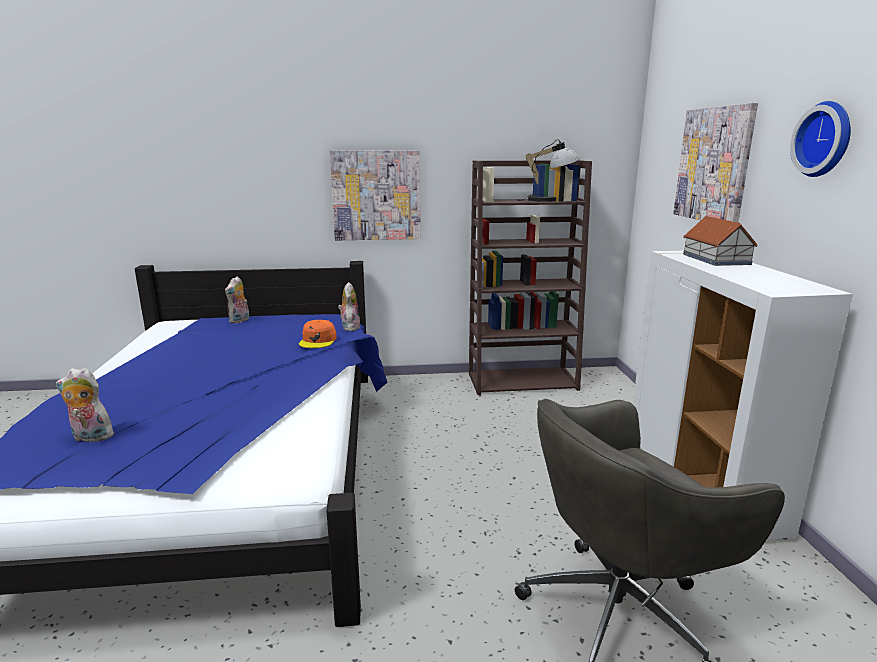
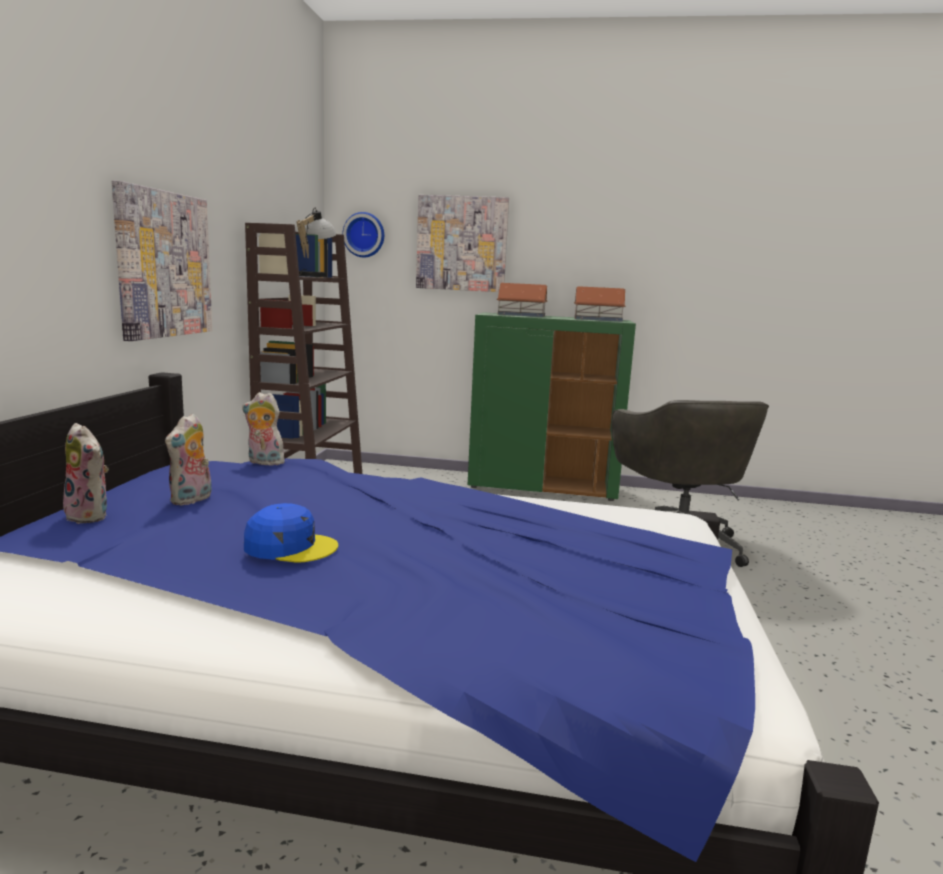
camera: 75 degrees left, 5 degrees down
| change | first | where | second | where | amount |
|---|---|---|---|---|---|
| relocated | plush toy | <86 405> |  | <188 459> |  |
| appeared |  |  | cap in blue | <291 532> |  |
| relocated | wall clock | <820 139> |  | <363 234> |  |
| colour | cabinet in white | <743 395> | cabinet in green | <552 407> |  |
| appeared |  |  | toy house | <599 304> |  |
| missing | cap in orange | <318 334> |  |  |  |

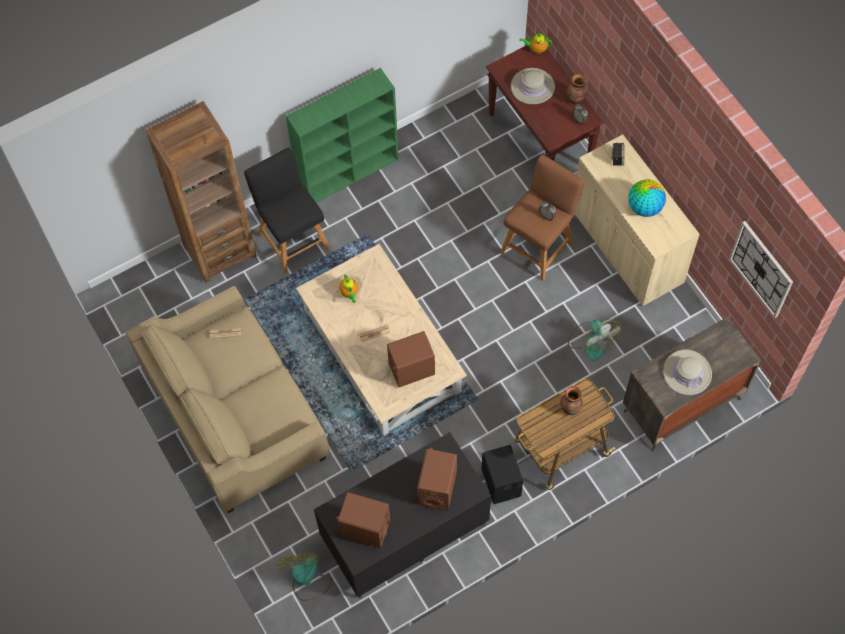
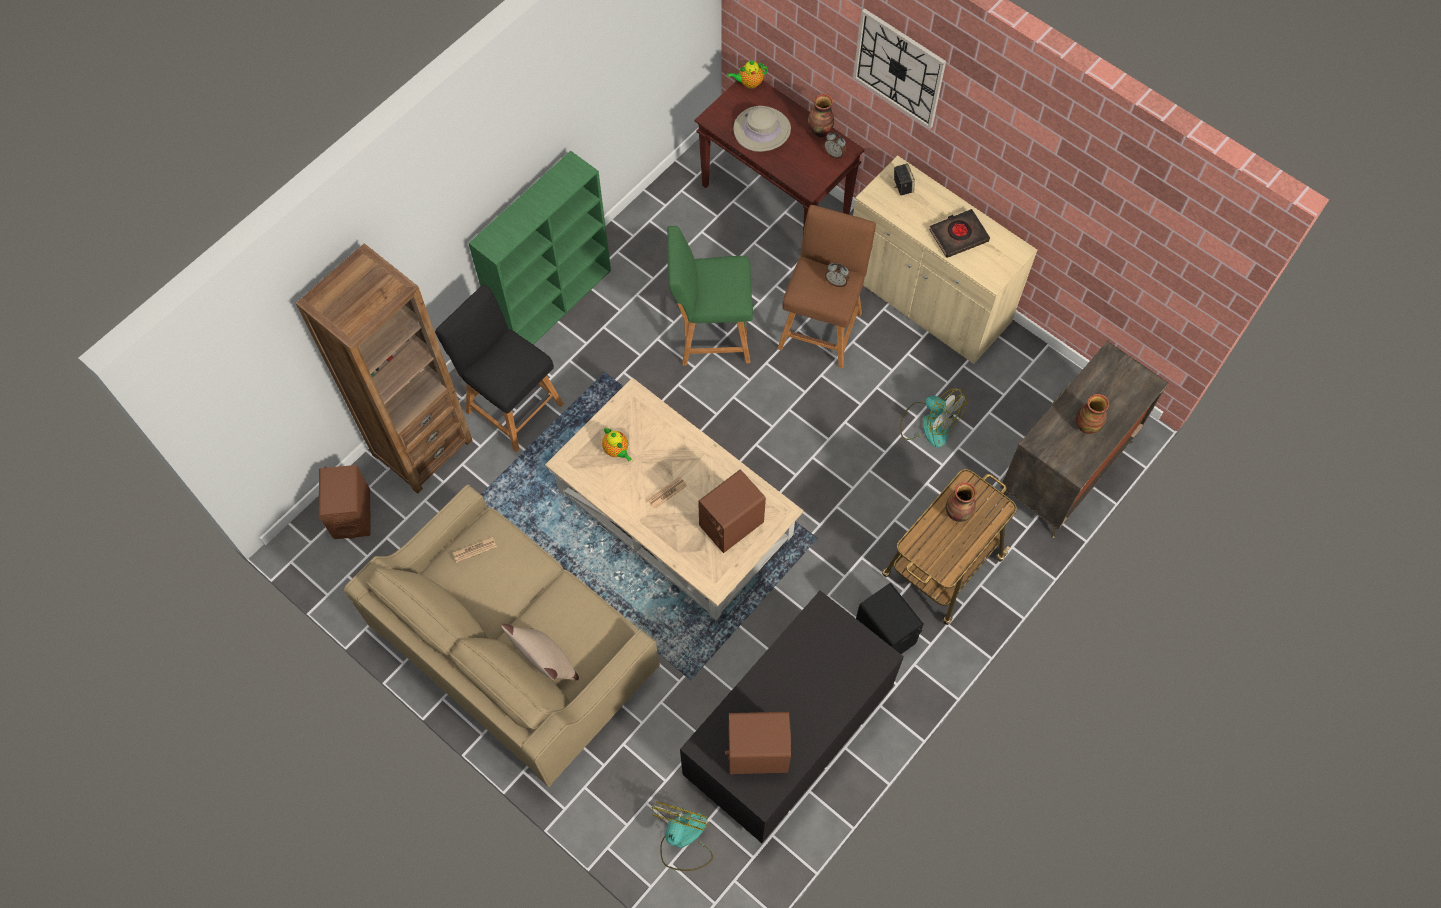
camera: 20 degrees left, 0 degrees up
| change | first | where | second | where | amount |
|---|---|---|---|---|---|
| relocated | speaker in brown | <437 479> |  | <345 502> |  |
| appeared |  |  | pillow in beige | <540 652> |  |
| spun | fan | <304 577> |  | <682 836> | 45 degrees clockwise |
| appeared |  |  | stool in green | <710 296> |  |
| relocated | wall clock | <761 269> |  | <899 68> |  |
| exchanged | globe | <647 198> | book in black | <959 233> |  |
| exchanged | hat in beige | <687 372> | vase | <1092 414> |  |

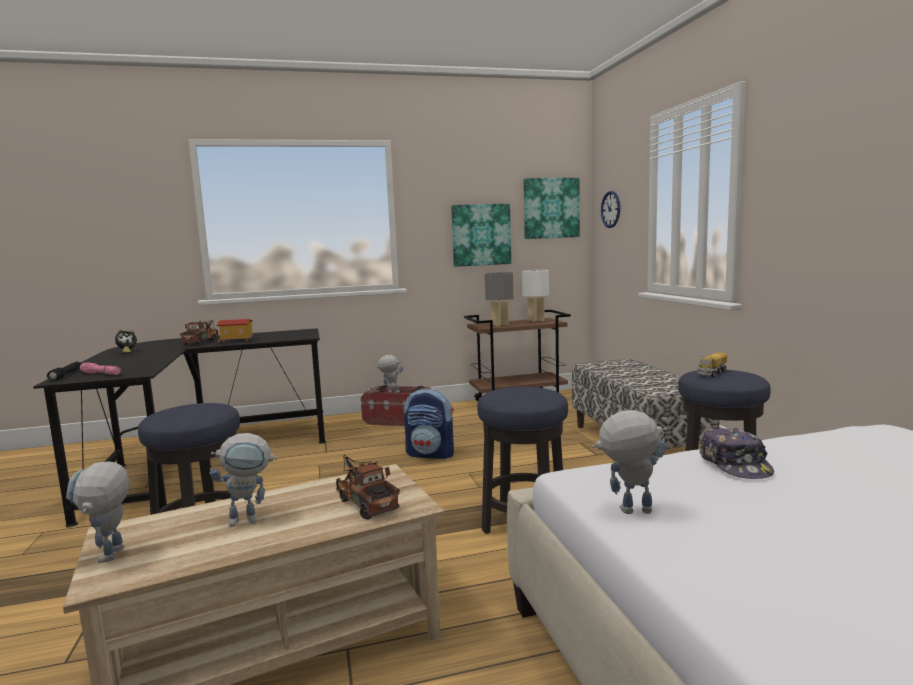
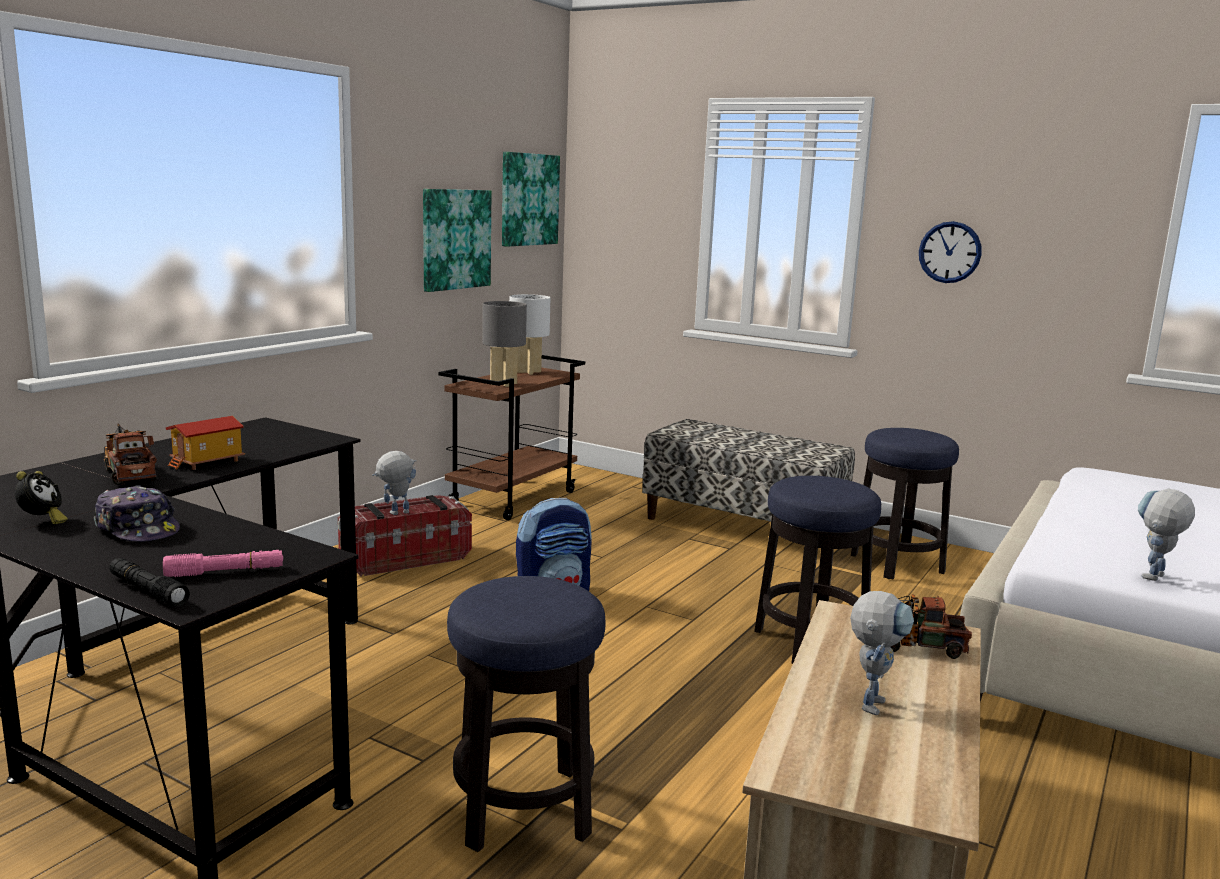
camera: 45 degrees left, 5 degrees up
| change | first | where | second | where | amount |
|---|---|---|---|---|---|
| relocated | cap | <737 453> |  | <137 513> |  |
| relocated | wall clock | <610 209> |  | <950 252> |  |
| missing | toy robot | <98 512> |  |  |  |
| missing | toy truck | <712 364> |  |  |  |

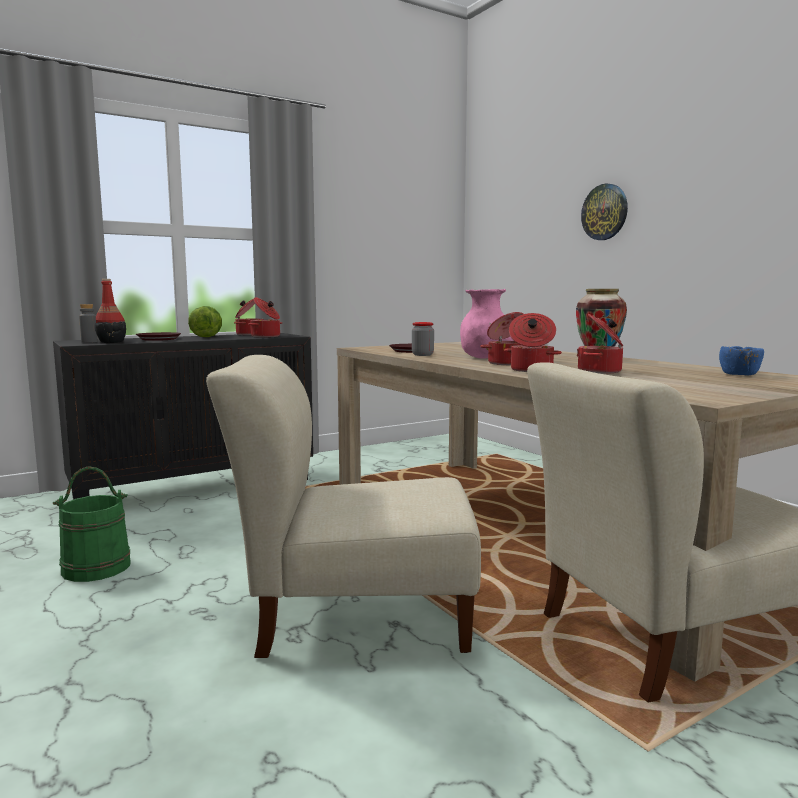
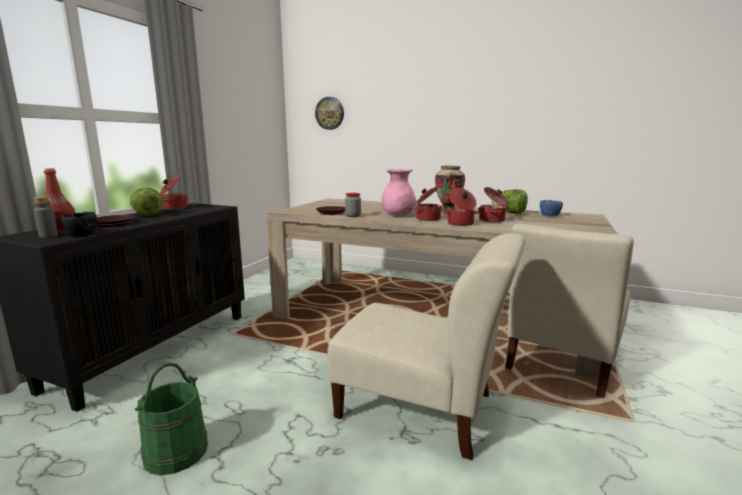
camera: 35 degrees left, 5 degrees up
| change | first | where | second | where | amount |
|---|---|---|---|---|---|
| relocated | wall clock | <604 212> |  | <329 113> |  |
| spun | chair in beige | <343 506> |  | <426 347> | 120 degrees counterclockwise |
| appeared |  |  | lettuce | <510 201> |  |
| missing | cooking pot | <265 317> |  |  |  |

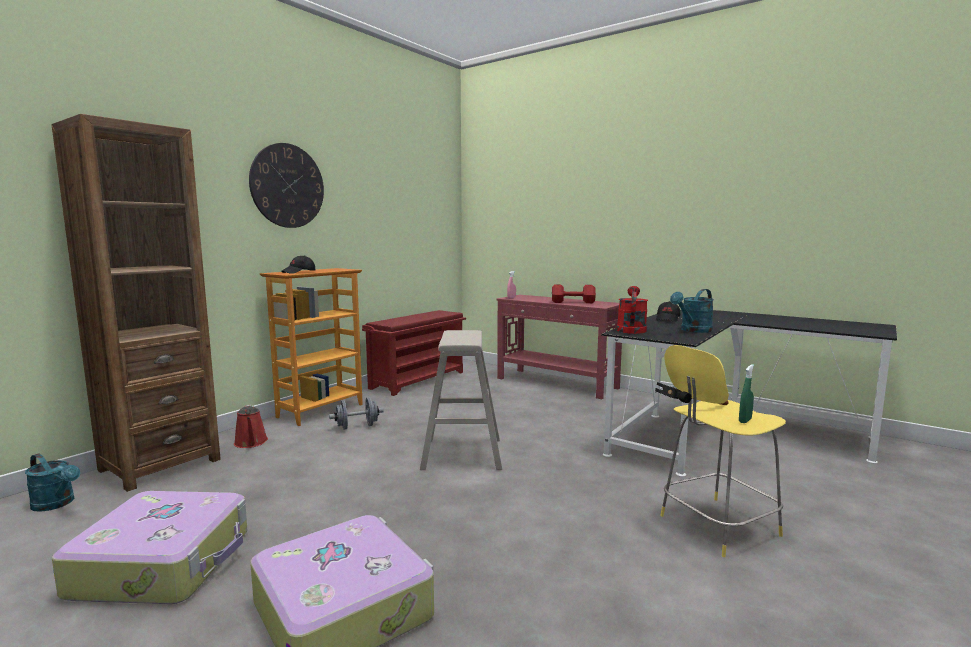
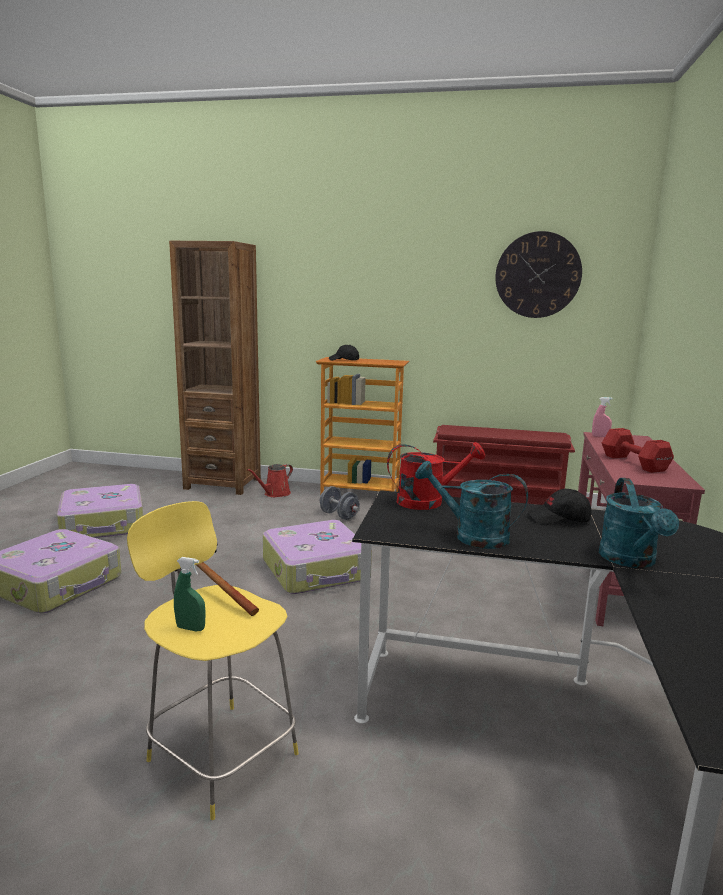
camera: 65 degrees right, 5 degrees up
| change | first | where | second | where | amount |
|---|---|---|---|---|---|
| exchanged | stool in beige | <461 400> | suitcase | <317 557> |  |
| relocated | wall clock | <286 185> |  | <538 274> |  |
| relocated | watering can in turquoise | <52 483> |  | <639 523> |  |

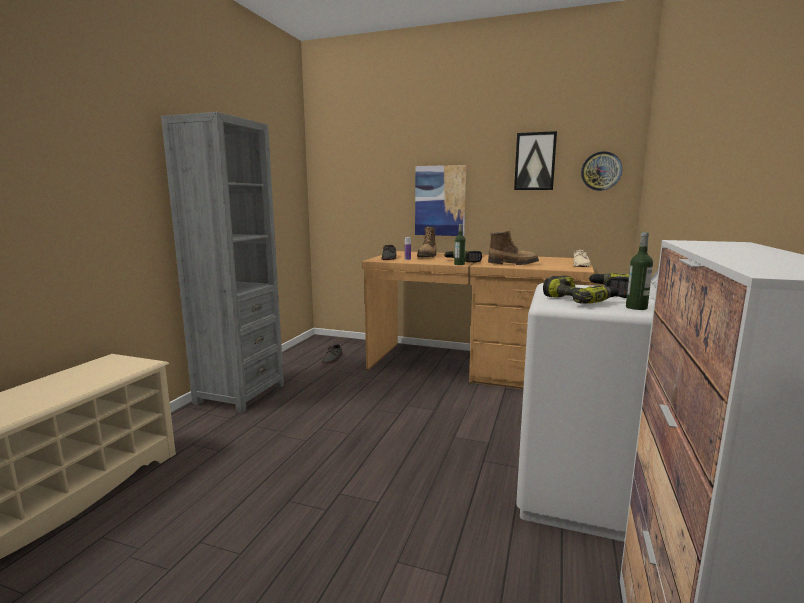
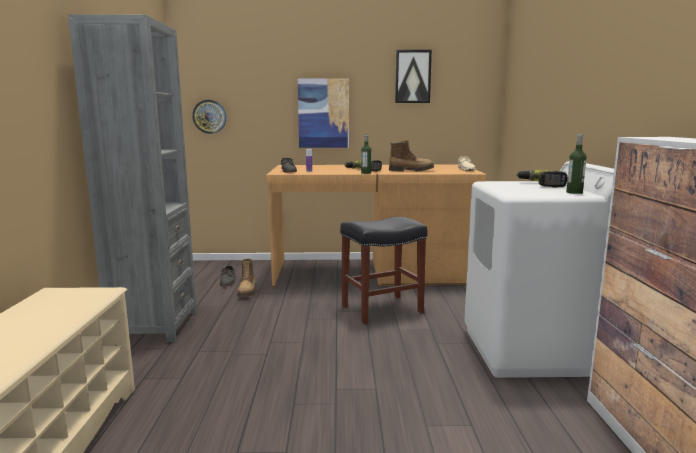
camera: 20 degrees left, 0 degrees up
| change | first | where | second | where | amount |
|---|---|---|---|---|---|
| relocated | wall clock | <601 171> |  | <209 117> |  |
| relocated | boot | <426 242> |  | <246 278> |  |
| appeared |  |  | stool in black | <384 270> |  |
| missing | power drill | <581 290> |  |  |  |

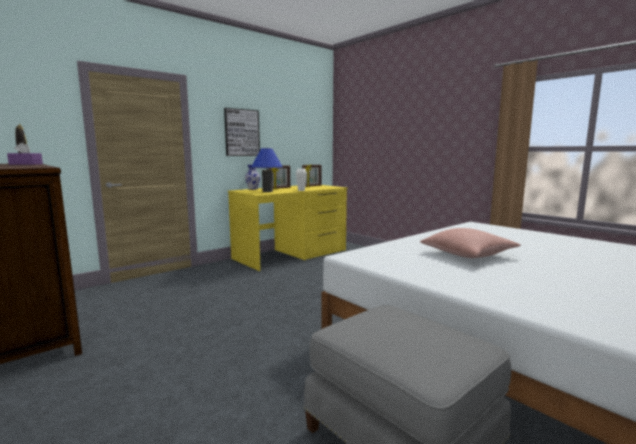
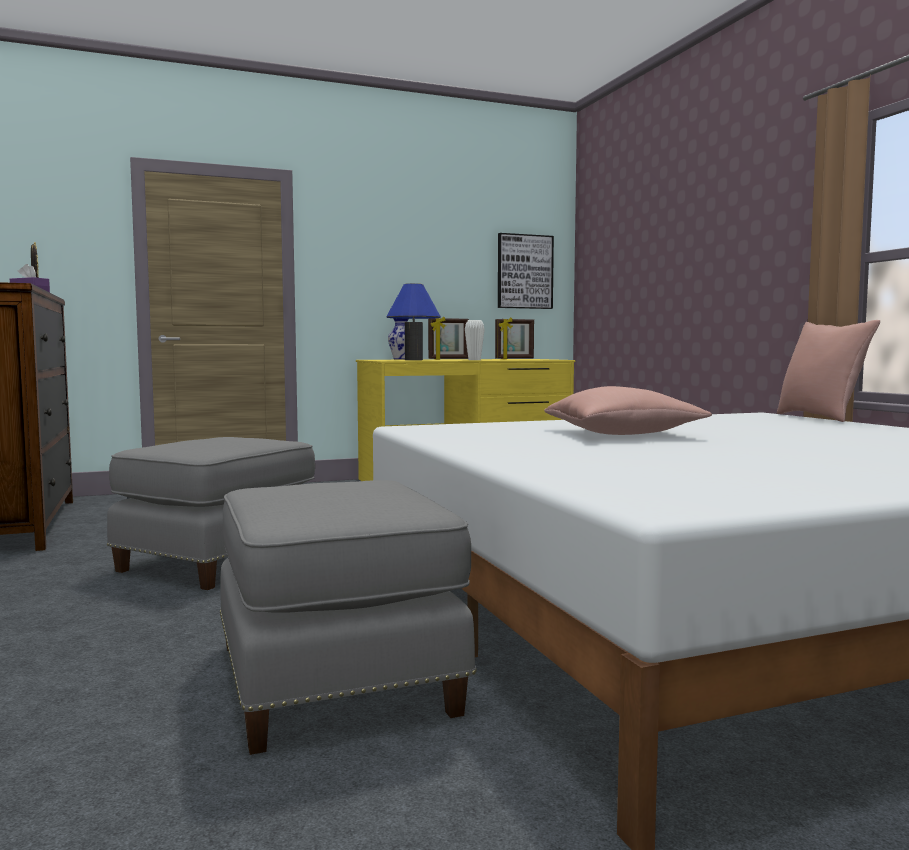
camera: 20 degrees right, 5 degrees down
| change | first | where | second | where | amount |
|---|---|---|---|---|---|
| appeared |  |  | ottoman in grey | <211 513> |  |
| relocated | picture | <242 132> |  | <526 271> |  |
| appeared |  |  | pillow in pink | <828 371> |  |

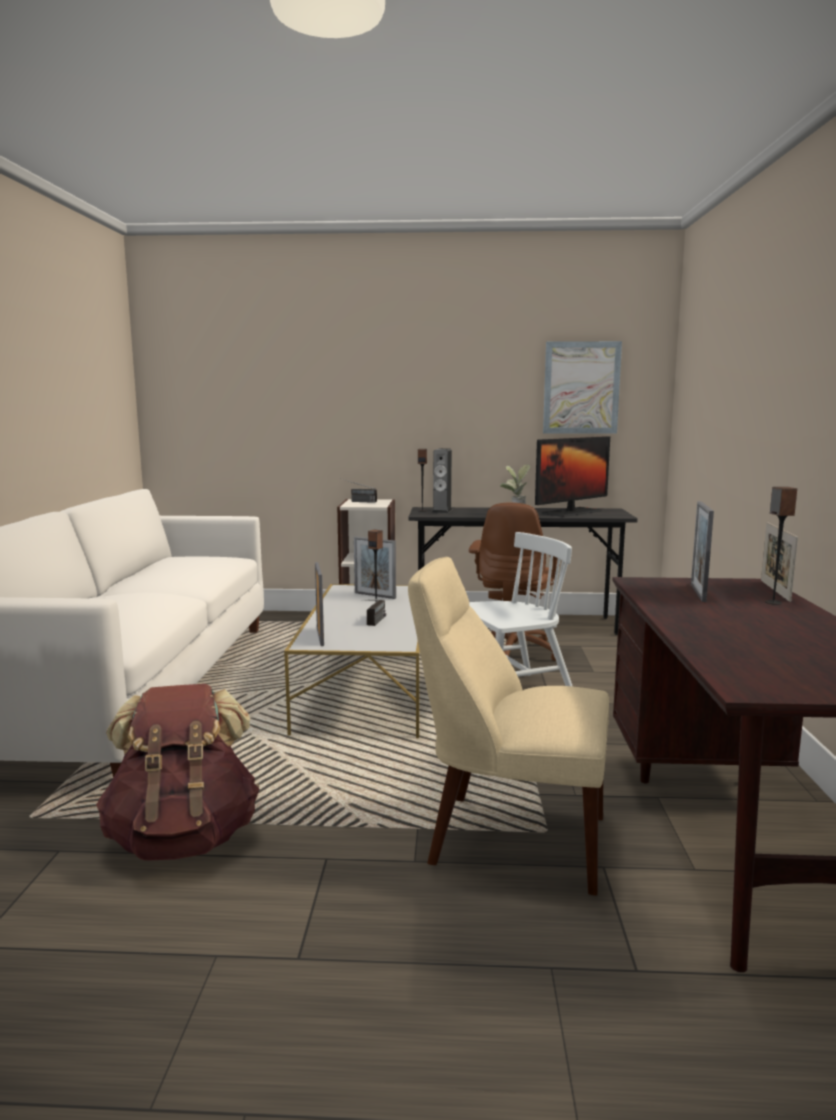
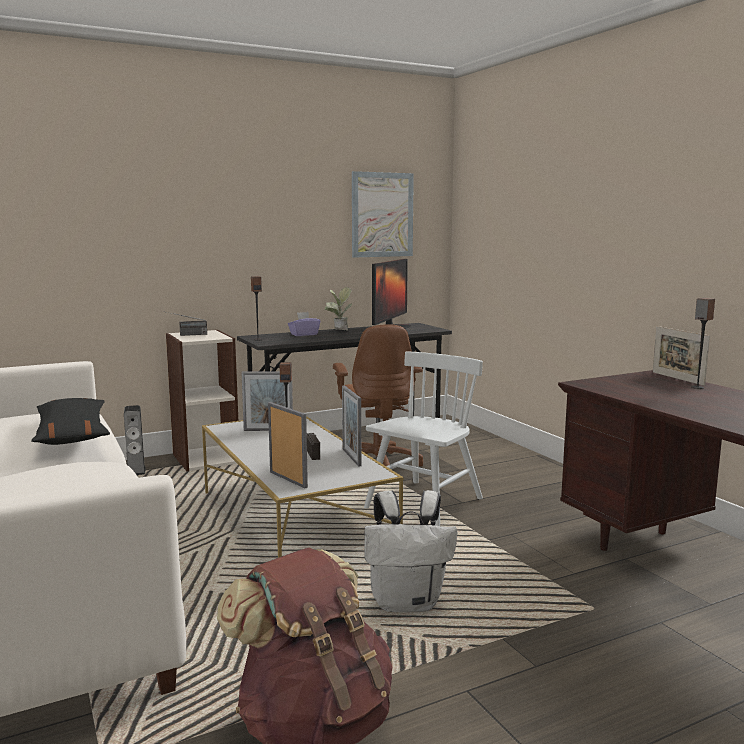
camera: 30 degrees left, 0 degrees up
| change | first | where | second | where | amount |
|---|---|---|---|---|---|
| appeared |  |  | pillow in black | <70 421> |  |
| relocated | speaker | <442 480> |  | <135 440> |  |
| appeared |  |  | tissue box in purple | <304 324> |  |
| relocated | picture frame | <702 551> |  | <351 426> |  |
| appeared |  |  | backpack in white | <410 551> |  |
| missing | chair in beige | <508 726> |  |  |  |

